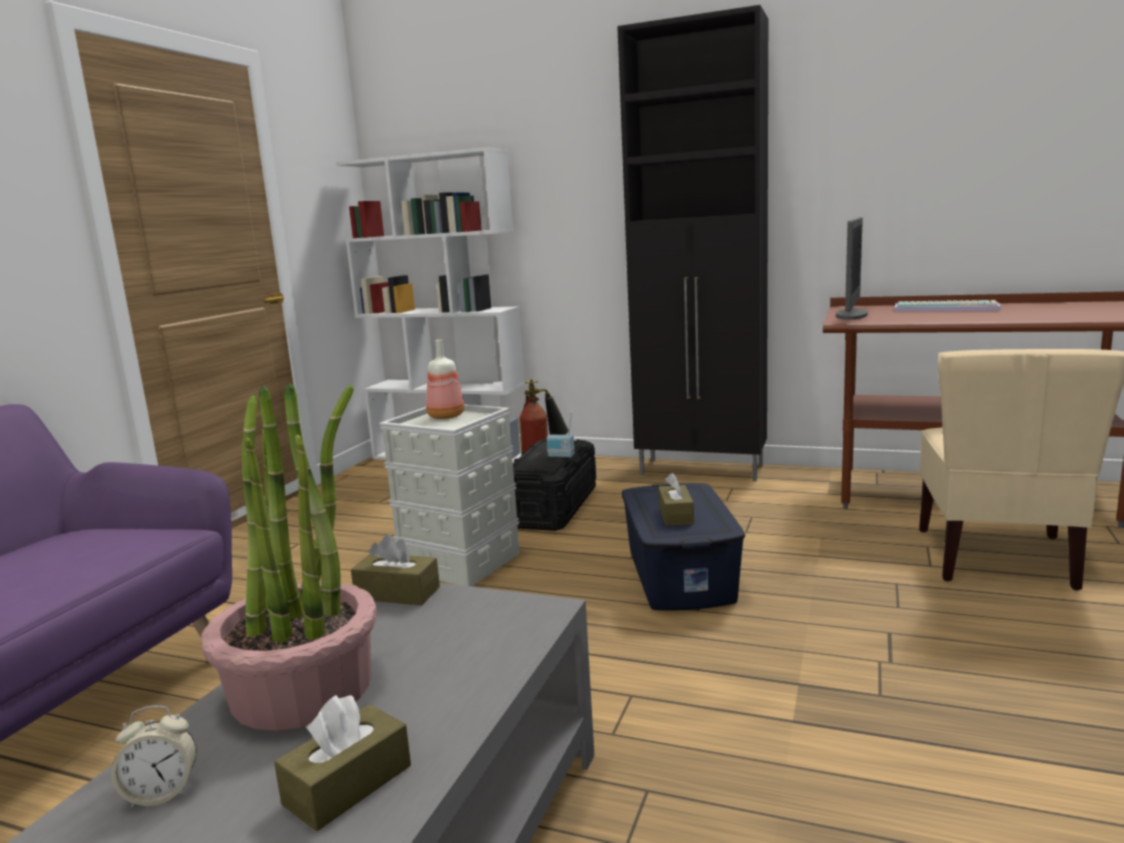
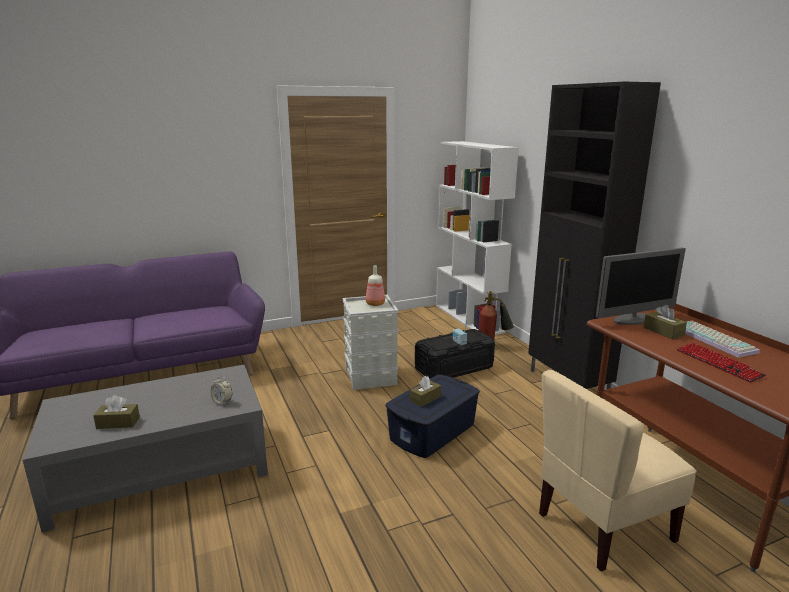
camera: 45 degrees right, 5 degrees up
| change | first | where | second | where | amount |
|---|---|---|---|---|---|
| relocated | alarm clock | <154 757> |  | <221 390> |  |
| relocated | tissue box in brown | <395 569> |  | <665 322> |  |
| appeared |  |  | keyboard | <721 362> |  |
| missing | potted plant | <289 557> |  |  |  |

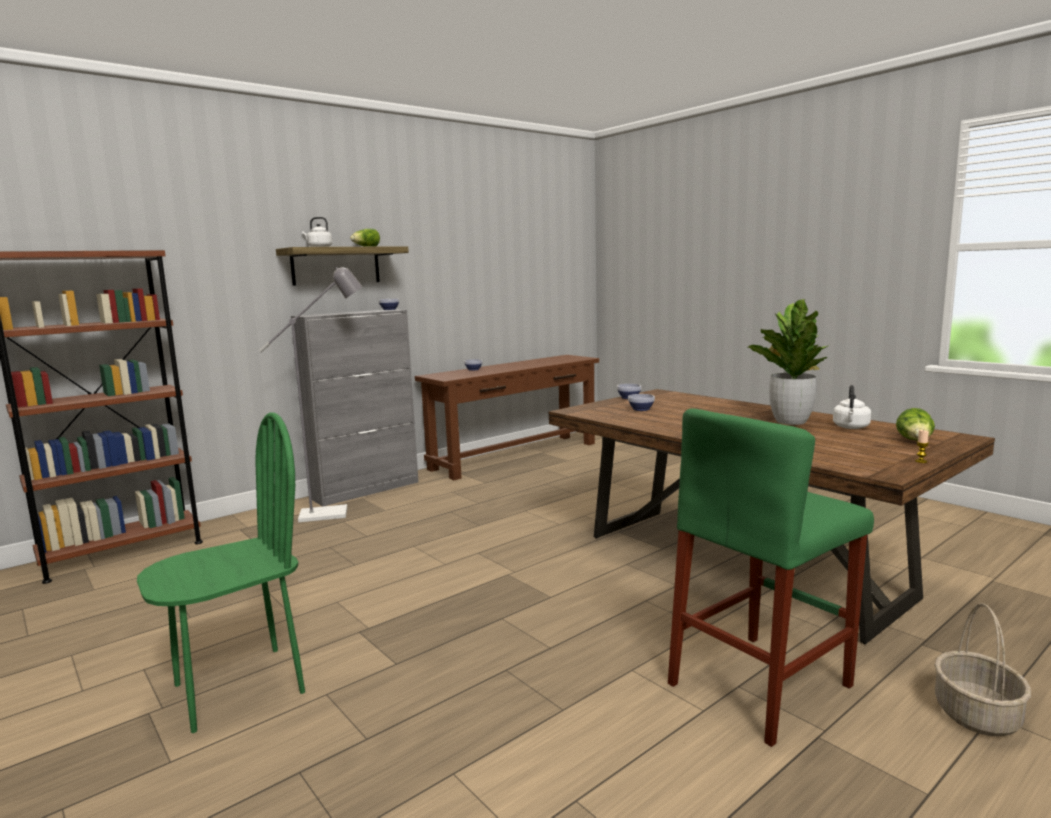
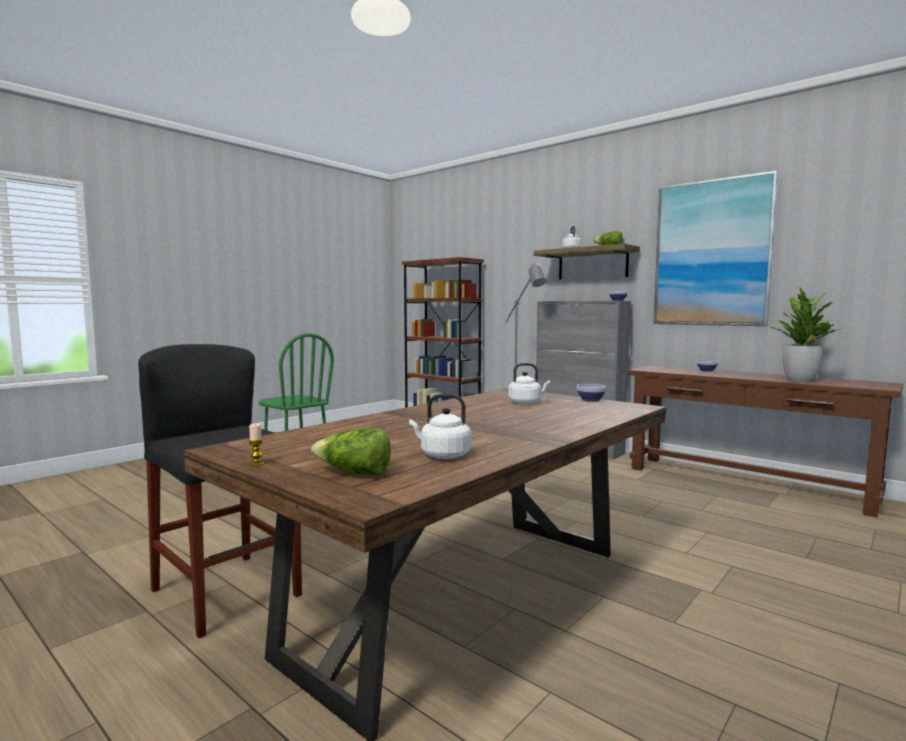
camera: 80 degrees right, 5 degrees down
| change | first | where | second | where | amount |
|---|---|---|---|---|---|
| colour | stool in green | <771 577> | stool in black | <220 491> |  |
| exchanged | bowl | <641 402> | kettle in white | <529 383> |  |
| appeared |  |  | picture | <716 248> |  |
| relocated | potted plant | <787 362> |  | <807 335> |  |
| missing | basket | <983 669> |  |  |  |

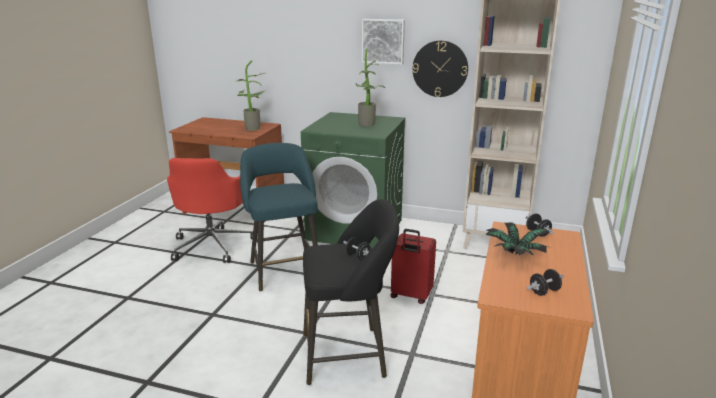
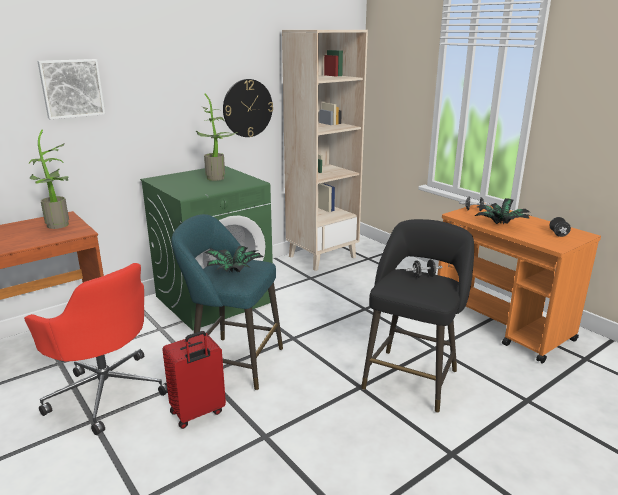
camera: 55 degrees left, 0 degrees up
| change | first | where | second | where | amount |
|---|---|---|---|---|---|
| relocated | picture | <383 42> |  | <71 89> |  |
| relocated | suitcase in red | <413 266> |  | <194 380> |  |
| appeared |  |  | potted plant | <233 259> |  |

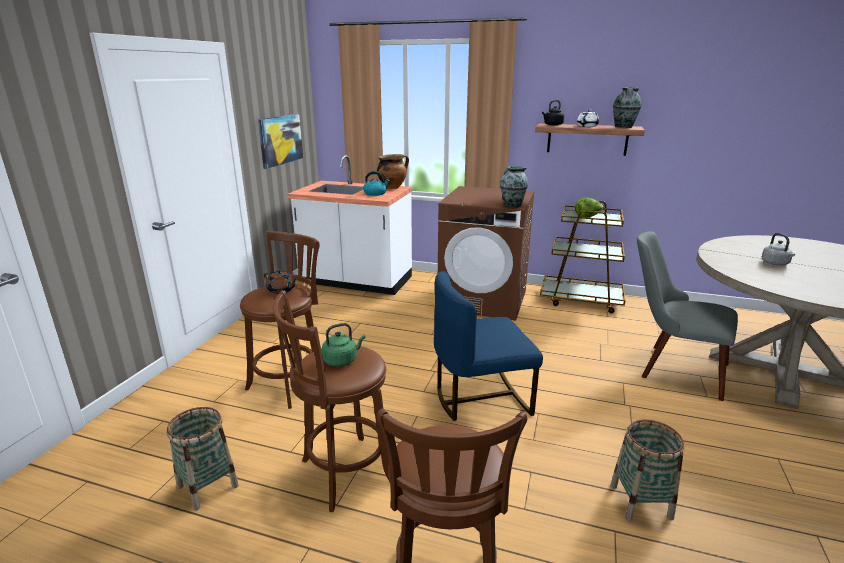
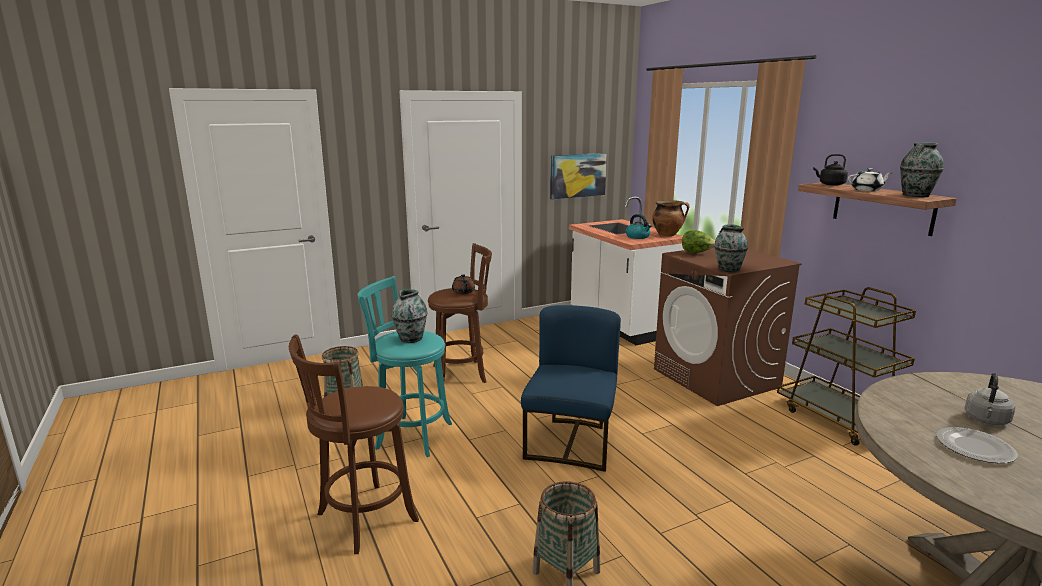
camera: 45 degrees right, 5 degrees down
| change | first | where | second | where | amount |
|---|---|---|---|---|---|
| colour | stool in brown | <331 401> | stool in turquoise | <404 366> |  |
| exchanged | kettle in green | <343 344> | vase | <409 316> |  |
| spun | chair in blue | <488 346> |  | <571 388> | 75 degrees clockwise |
| relocated | lettuce | <589 208> |  | <698 241> |  |
| appeared |  |  | plate | <977 445> |  |
| missing | chair in grey | <687 316> |  |  |  |

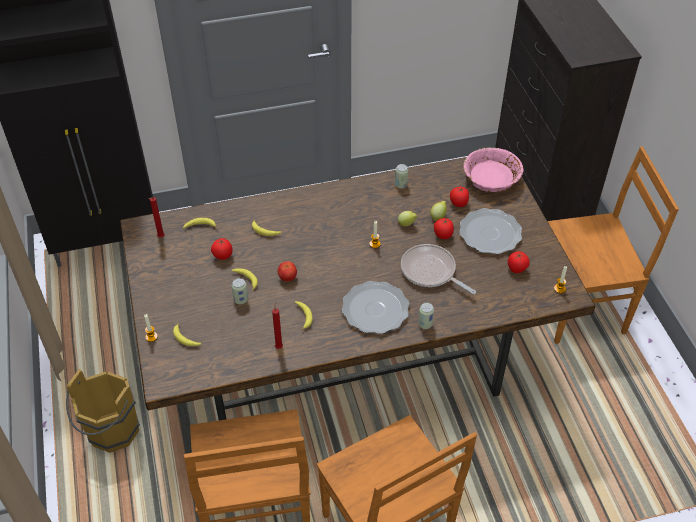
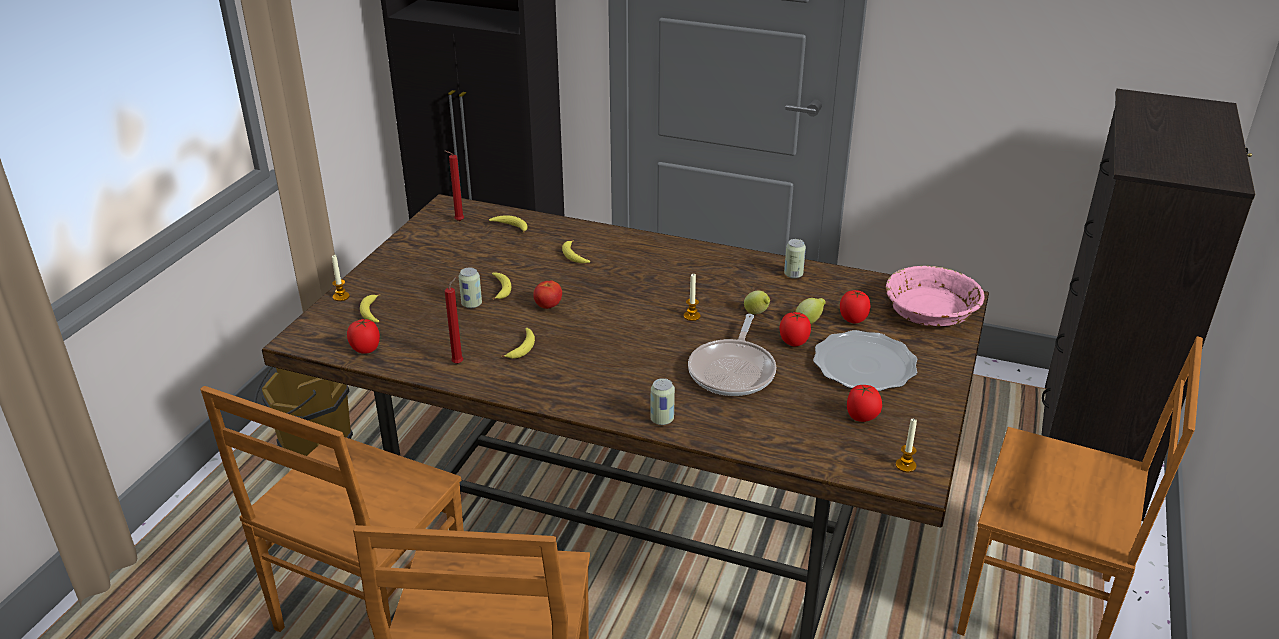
camera: 35 degrees right, 15 degrees down
| change | first | where | second | where | amount |
|---|---|---|---|---|---|
| relocated | tomato | <222 249> |  | <363 336> |  |
| spun | frying pan | <438 269> |  | <732 355> | 150 degrees counterclockwise |
| missing | plate | <375 307> |  |  |  |

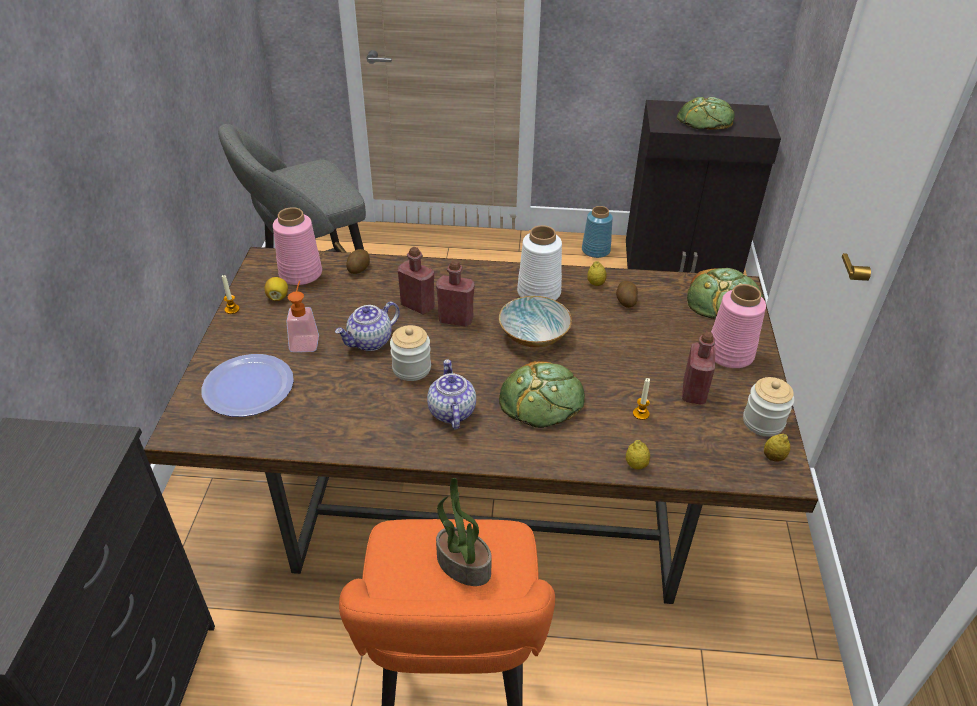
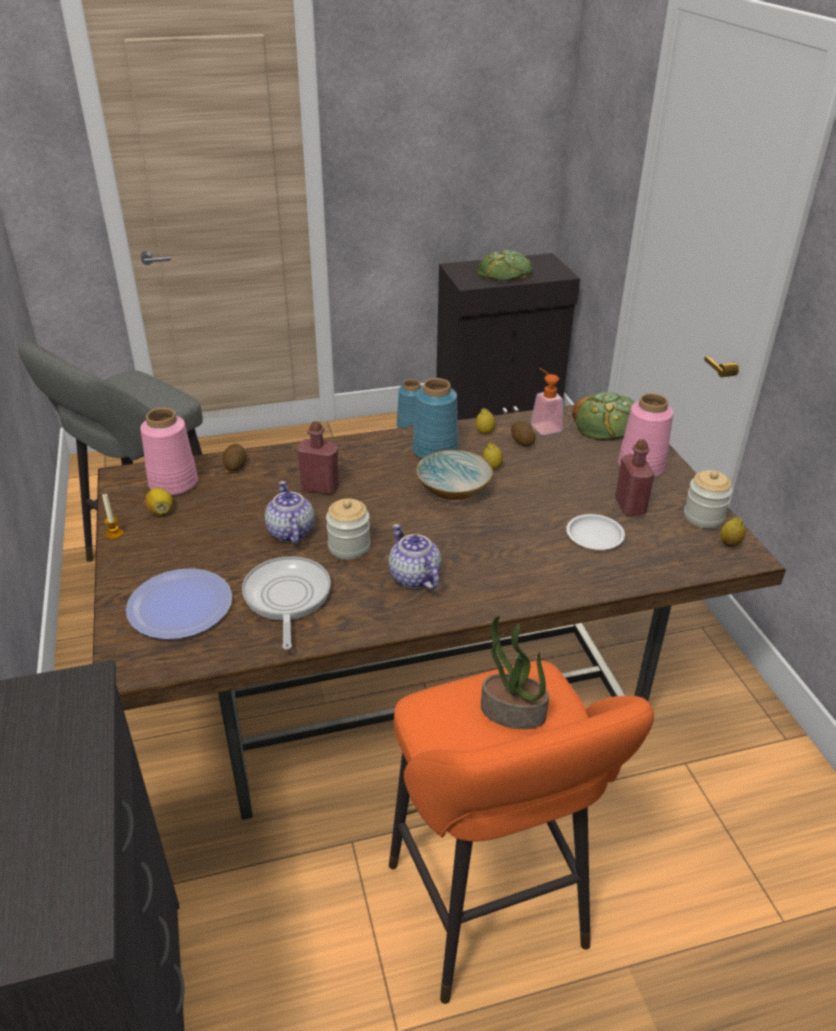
camera: 20 degrees left, 5 degrees down
| change | first | where | second | where | amount |
|---|---|---|---|---|---|
| appeared |  |  | frying pan | <286 603> |  |
| spun | teapot | <367 326> |  | <290 512> | 135 degrees clockwise |
| colour | vase in white | <539 262> | vase in blue | <435 418> |  |
| relocated | lemon | <638 454> |  | <492 456> |  |
| relocated | soap dispenser | <302 316> |  | <547 401> |  |
| exchanged | candle | <641 399> | plate in white | <595 532> |  |
| missing | bottle in red | <455 293> |  |  |  |
| missing | bread | <542 394> |  |  |  |

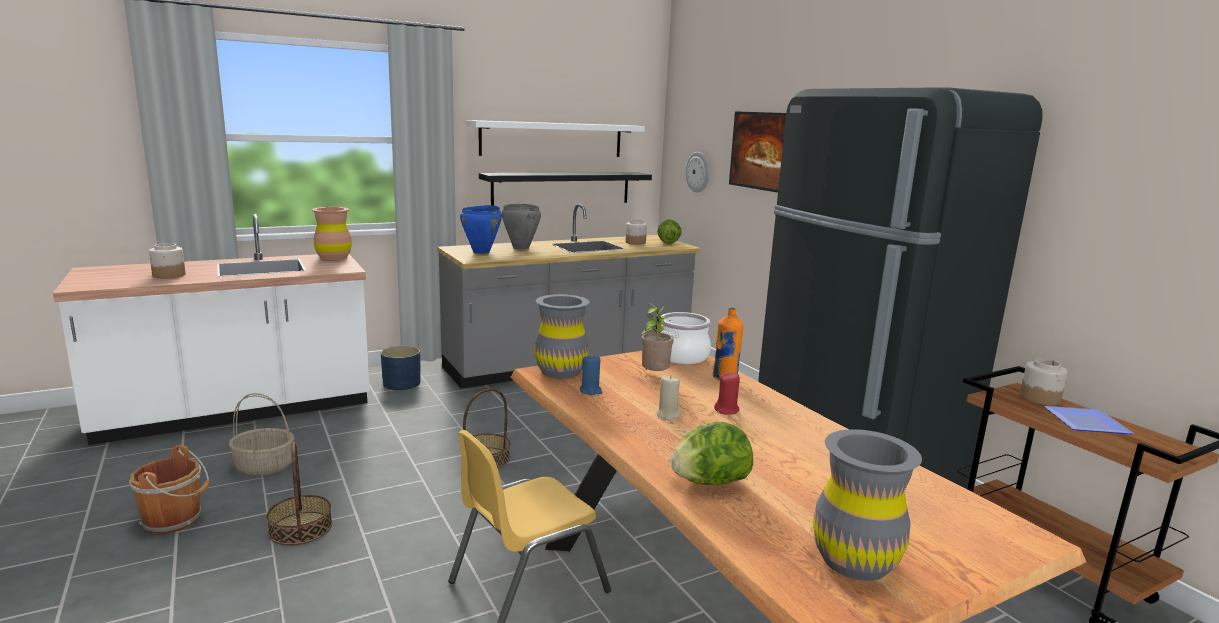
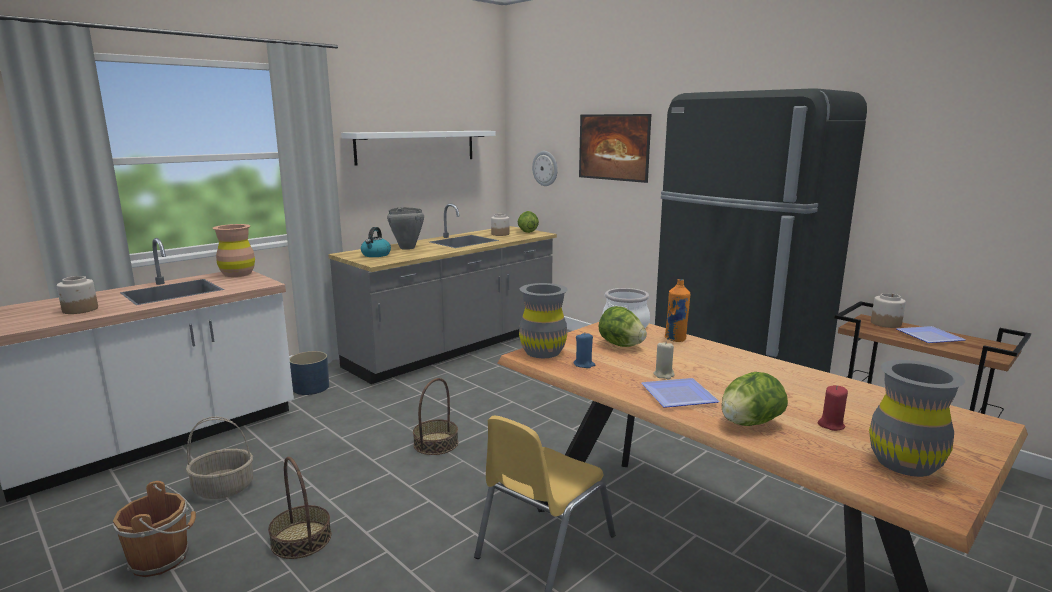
camera: 15 degrees left, 0 degrees up
| change | first | where | second | where | amount |
|---|---|---|---|---|---|
| exchanged | cooking pot in blue | <481 229> | kettle | <376 242> |  |
| exchanged | potted plant | <657 337> | lettuce | <622 326> |  |
| appeared |  |  | plate | <680 393> |  |
| relocated | candle in red | <727 393> |  | <833 408> |  |
| missing | shelf in black | <565 188> |  |  |  |

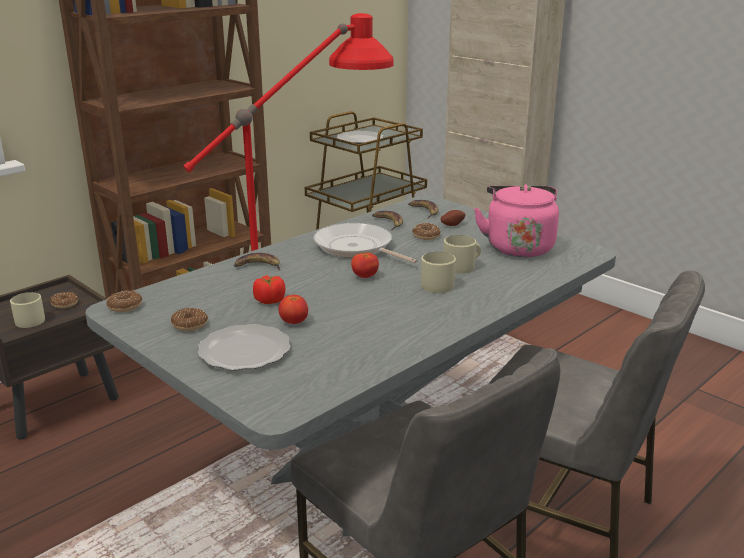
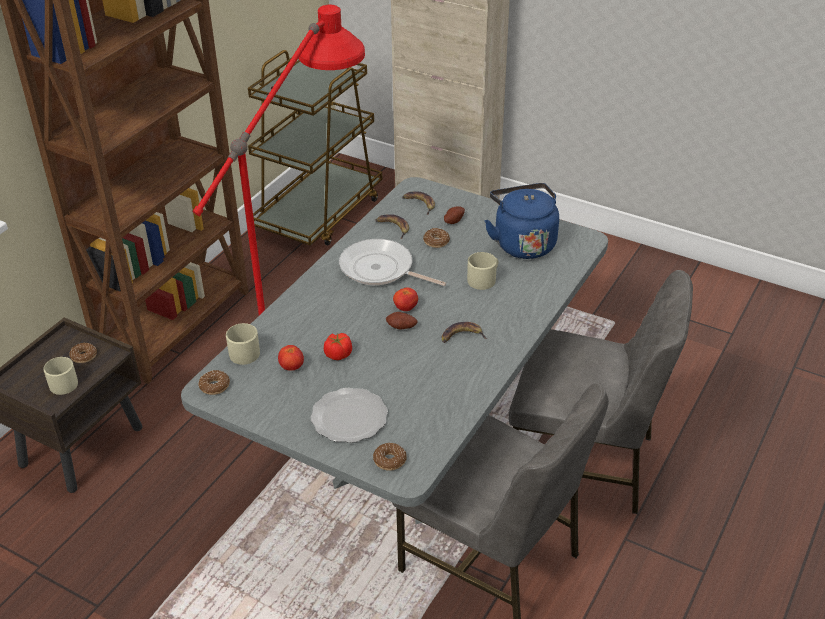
camera: 15 degrees left, 15 degrees up
| change | first | where | second | where | amount |
|---|---|---|---|---|---|
| relocated | mug in beige | <438 272> |  | <243 344> |  |
| relocated | tomato | <293 309> |  | <291 358> |  |
| relocated | donut | <189 319> |  | <390 457> |  |
| appeared |  |  | potato | <401 321> |  |
| relocated | banana | <257 261> |  | <464 332> |  |
| colour | kettle in pink | <516 221> | kettle in blue | <522 221> |  |
| missing | plate | <359 137> |  |  |  |

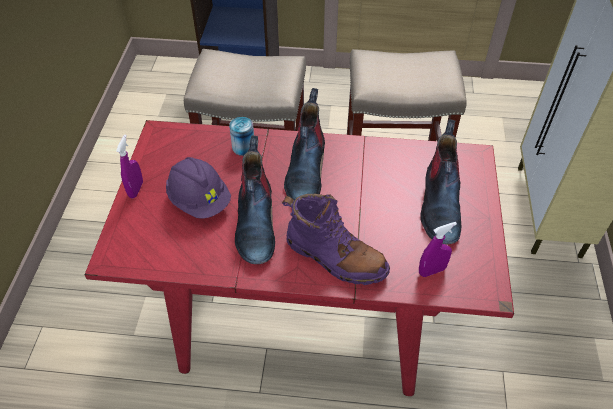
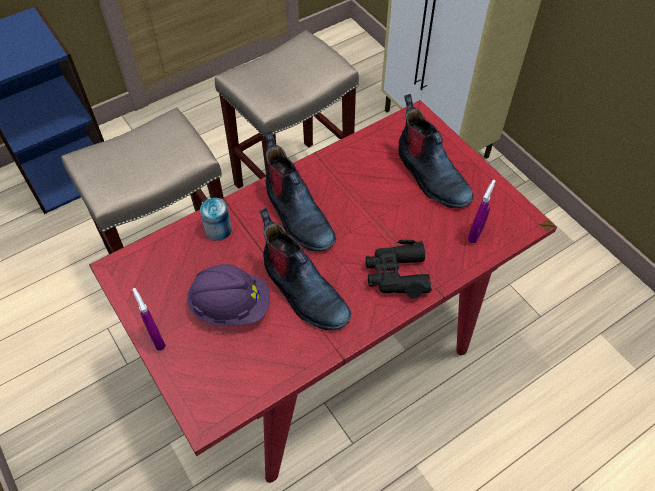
camera: 40 degrees left, 5 degrees up
| change | first | where | second | where | amount |
|---|---|---|---|---|---|
| exchanged | boot in purple | <336 239> | binoculars in black | <399 269> |  |

